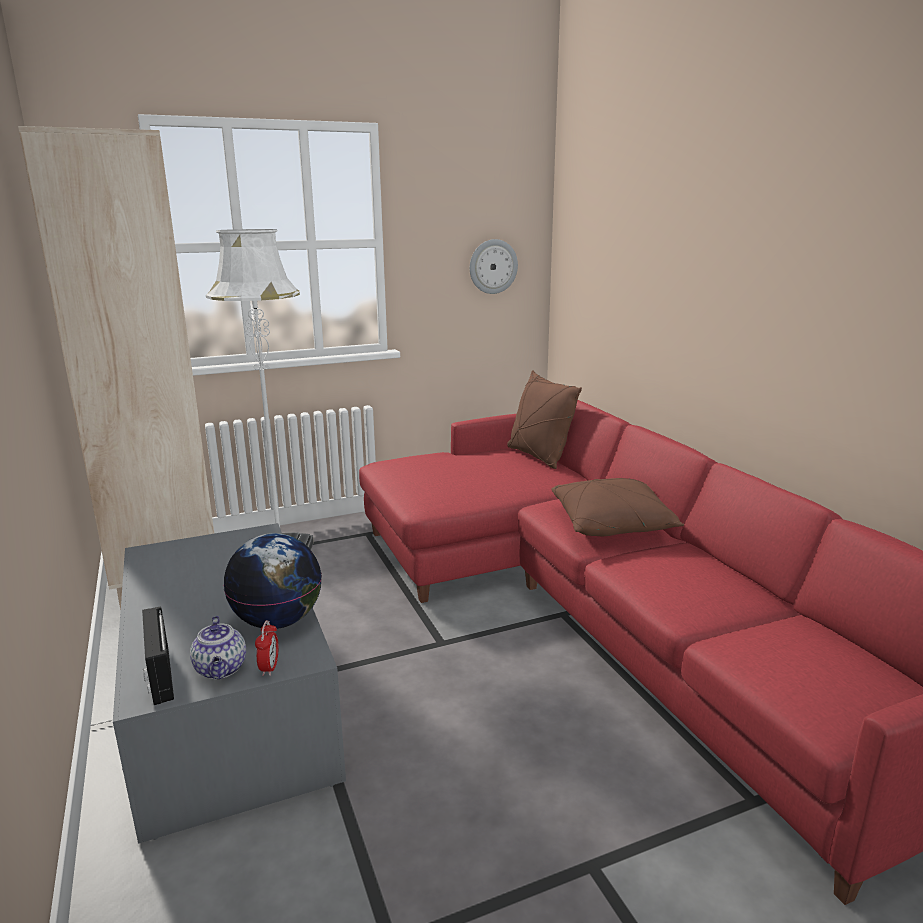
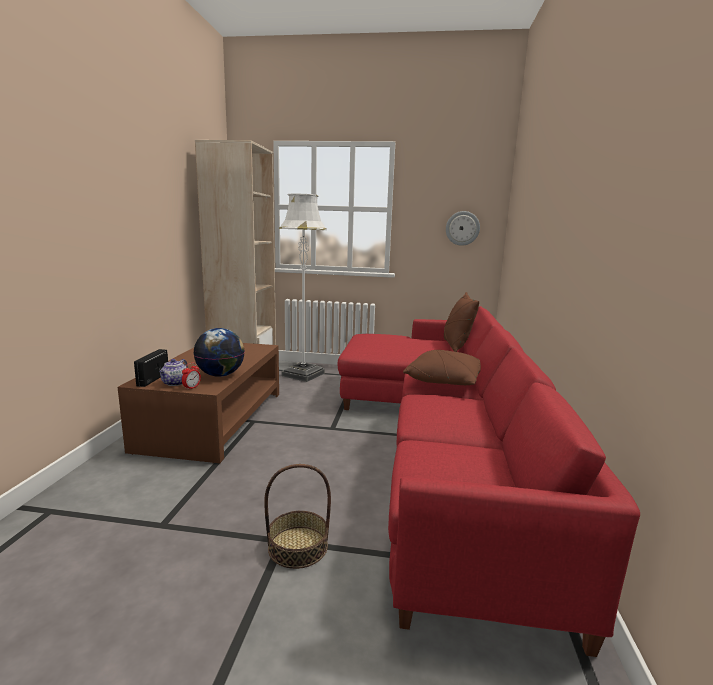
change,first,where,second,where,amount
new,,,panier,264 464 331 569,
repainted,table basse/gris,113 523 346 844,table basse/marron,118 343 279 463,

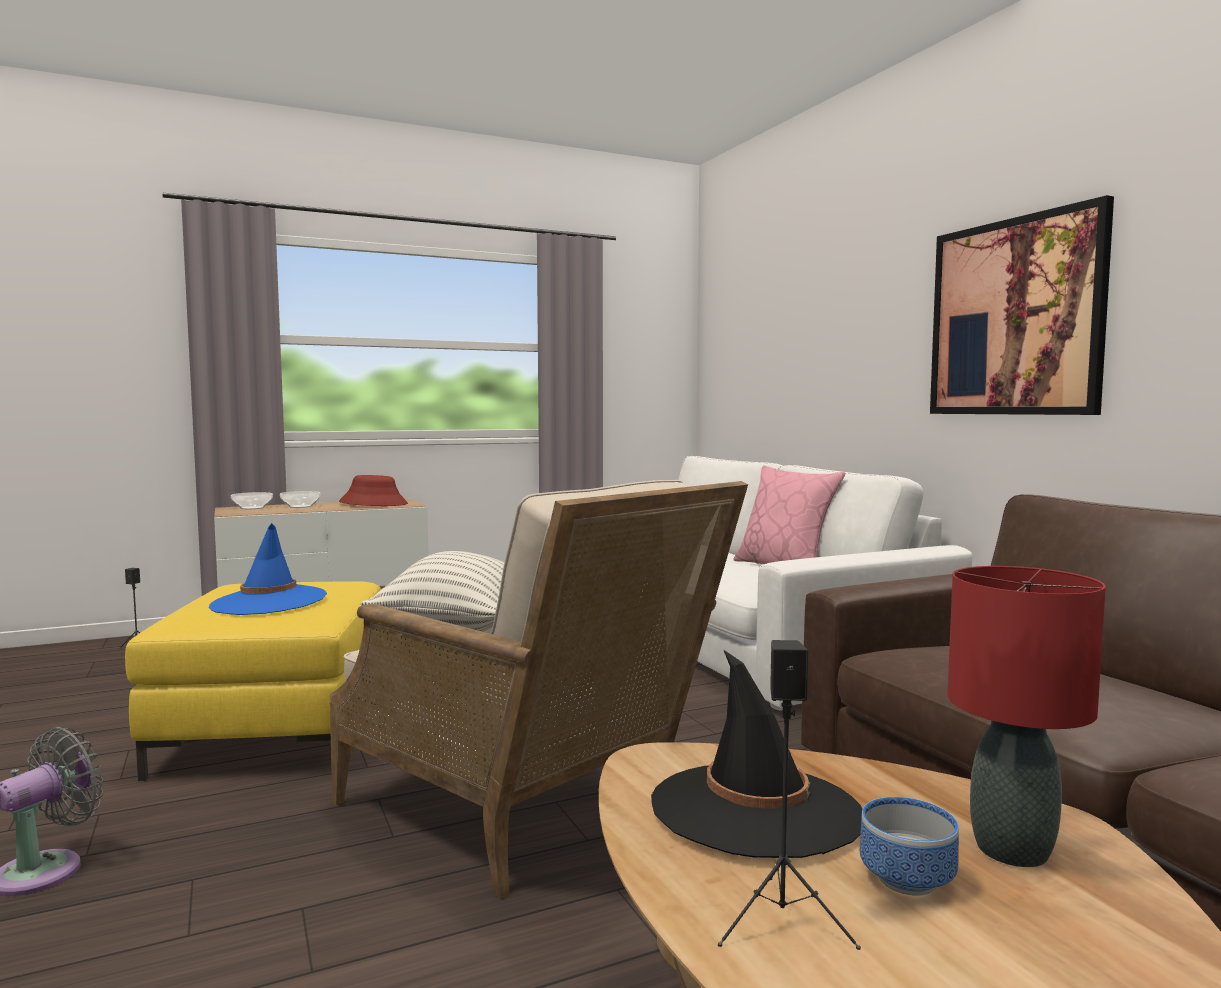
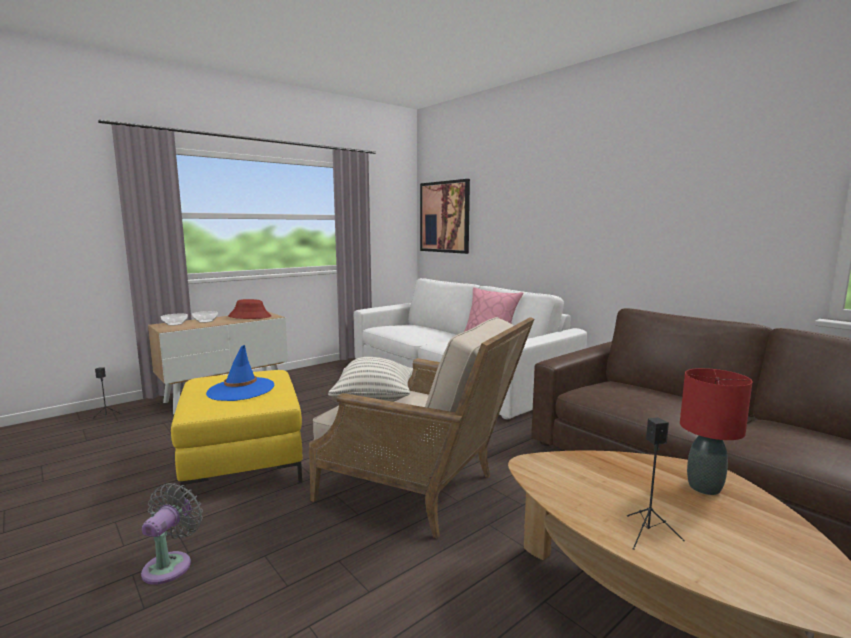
change,first,where,second,where,amount
gone,chapeau/noir,651 649 862 858,,,
gone,bol,860 797 959 896,,,
shifted,tableau,930 195 1114 415,,420 179 470 254,

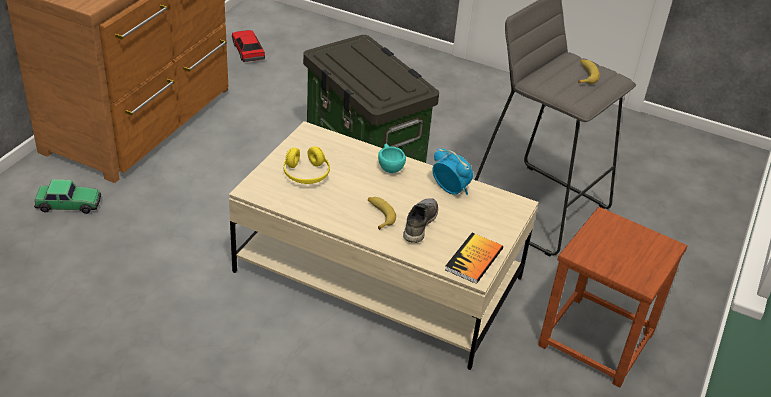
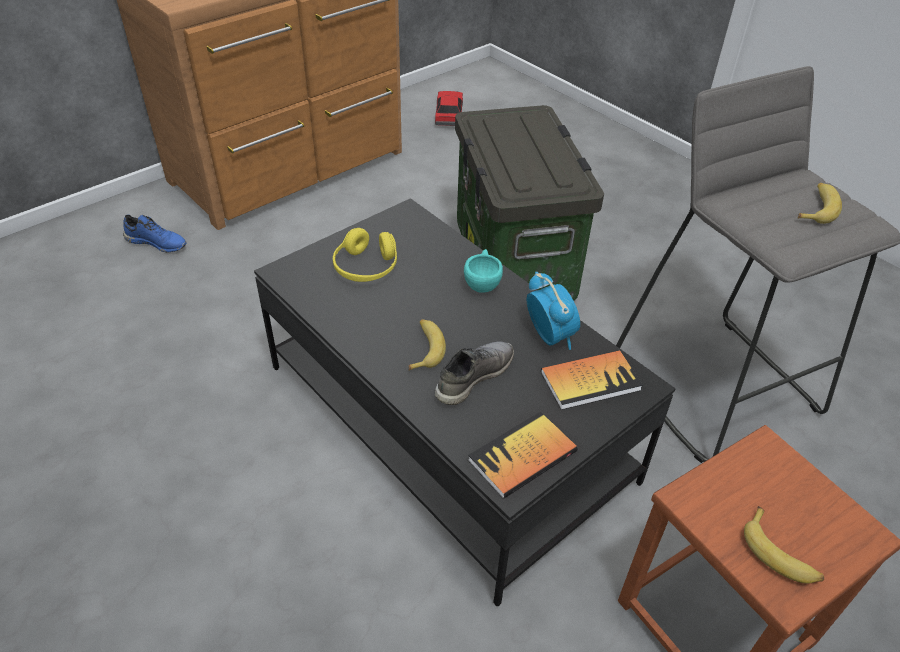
change,first,where,second,where,amount
new,,,livre,541 350 643 410,
new,,,banane,744 506 824 584,
swapped,petite voiture,34 179 101 214,chaussure/bleu,123 214 187 252,
repainted,table basse/beige,229 121 539 370,table basse/noir,254 198 676 607,

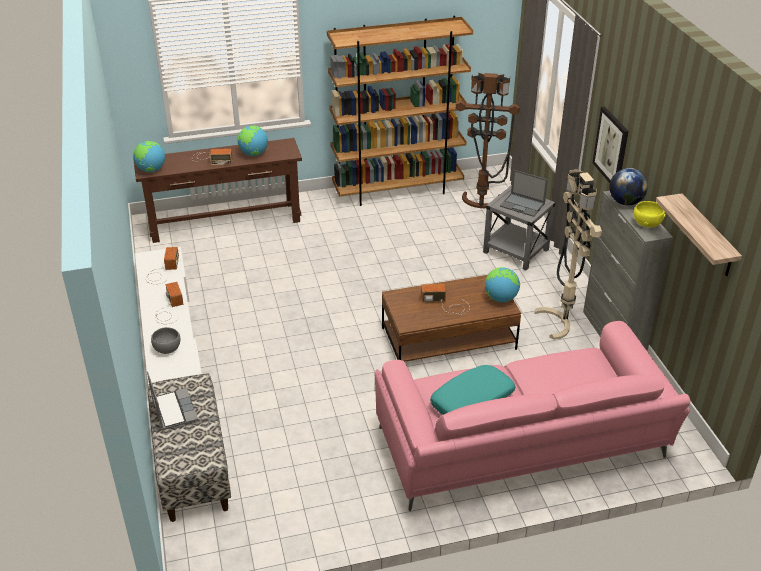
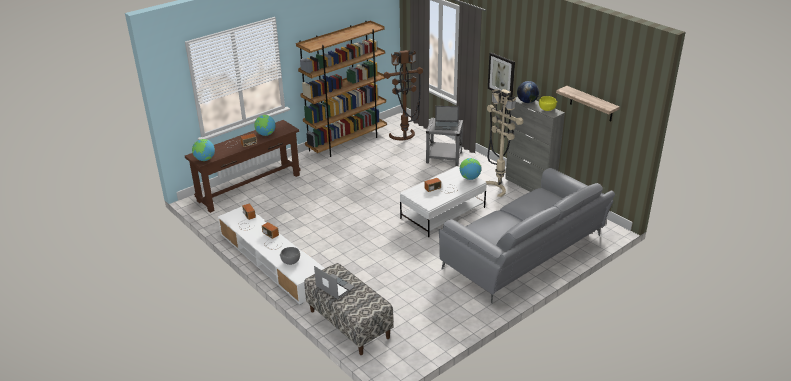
change,first,where,second,where,amount
gone,coussin/turquoise,430 365 515 415,,,
repainted,canapé/rose,375 321 690 511,canapé/gris,439 168 615 303,
repainted,table basse/marron,382 275 521 362,table basse/blanc,400 166 487 237,

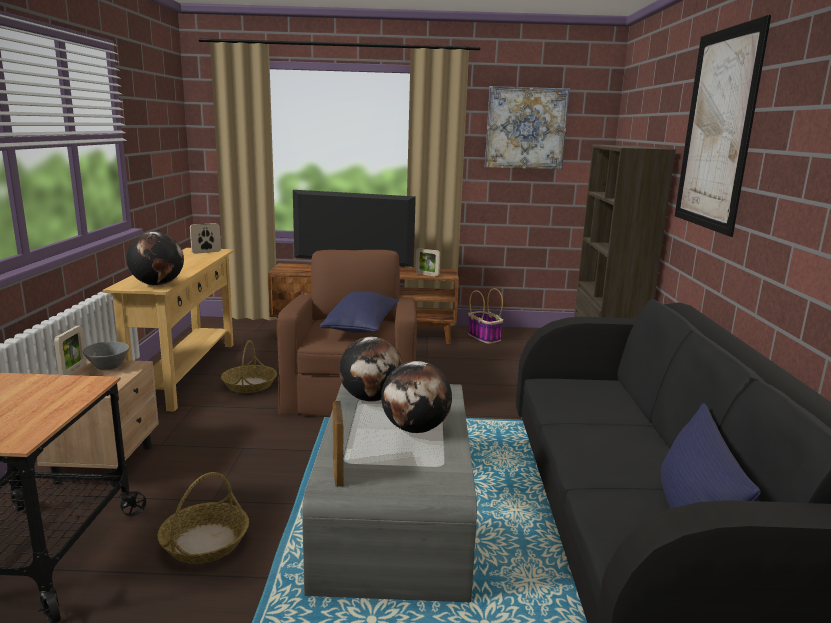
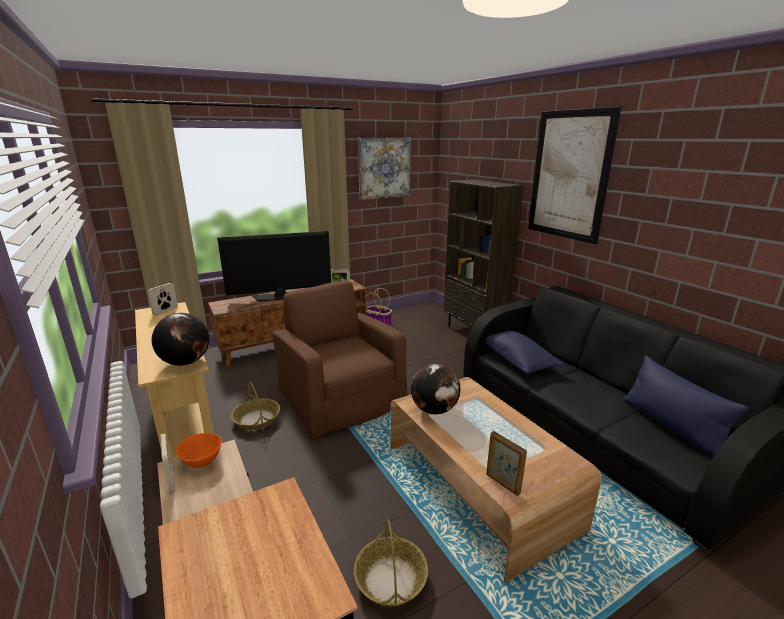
change,first,where,second,where,amount
gone,globe,381 361 452 433,,,
shifted,coussin/bleu,320 291 399 333,,485 331 564 374,
repainted,bol/gris,83 341 130 370,bol/orange,176 433 222 468,
repainted,table basse/gris,302 383 477 602,table basse/marron,391 377 602 583,

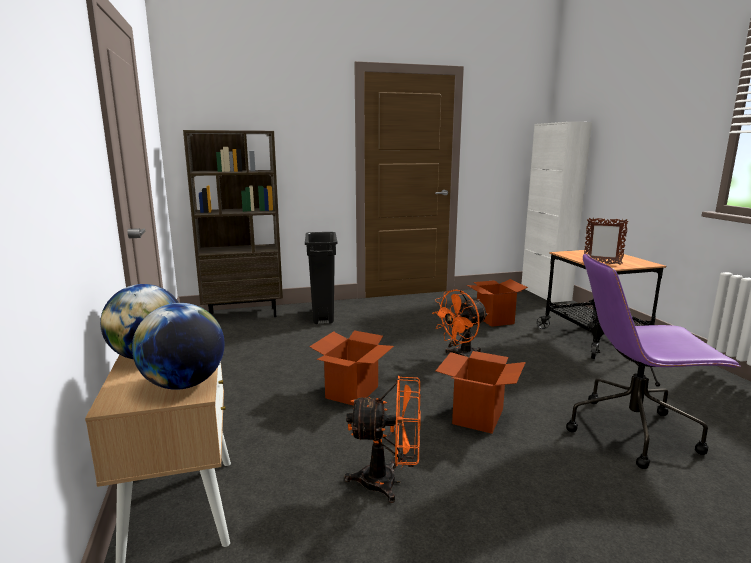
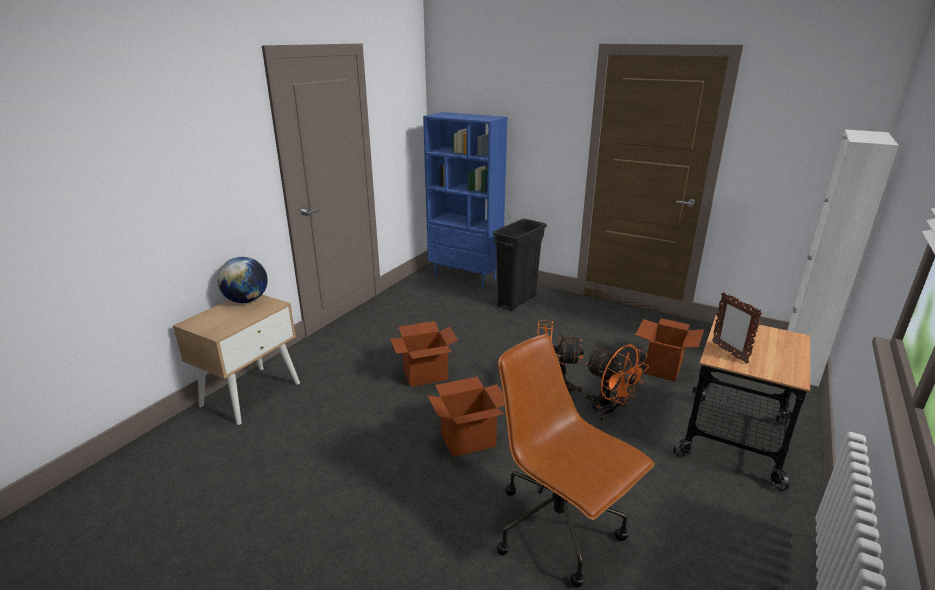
change,first,where,second,where,amount
gone,globe,132 303 225 390,,,
shifted,ventilateur/orange,344 375 421 503,,585 344 649 421,
repainted,bibliothèque/marron,183 130 283 317,bibliothèque/bleu,423 112 507 289,
repainted,chaise de bureau/violet,566 253 741 469,chaise de bureau/marron,497 334 655 588,

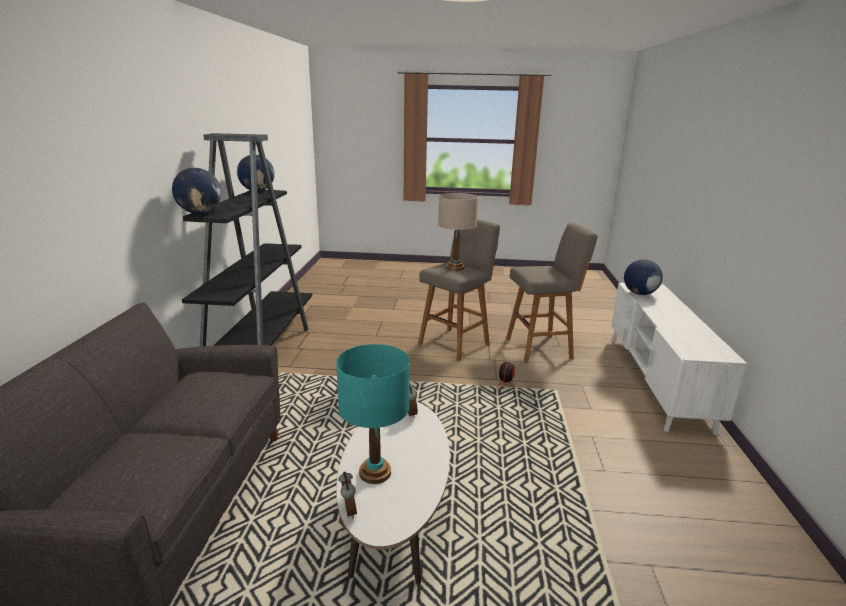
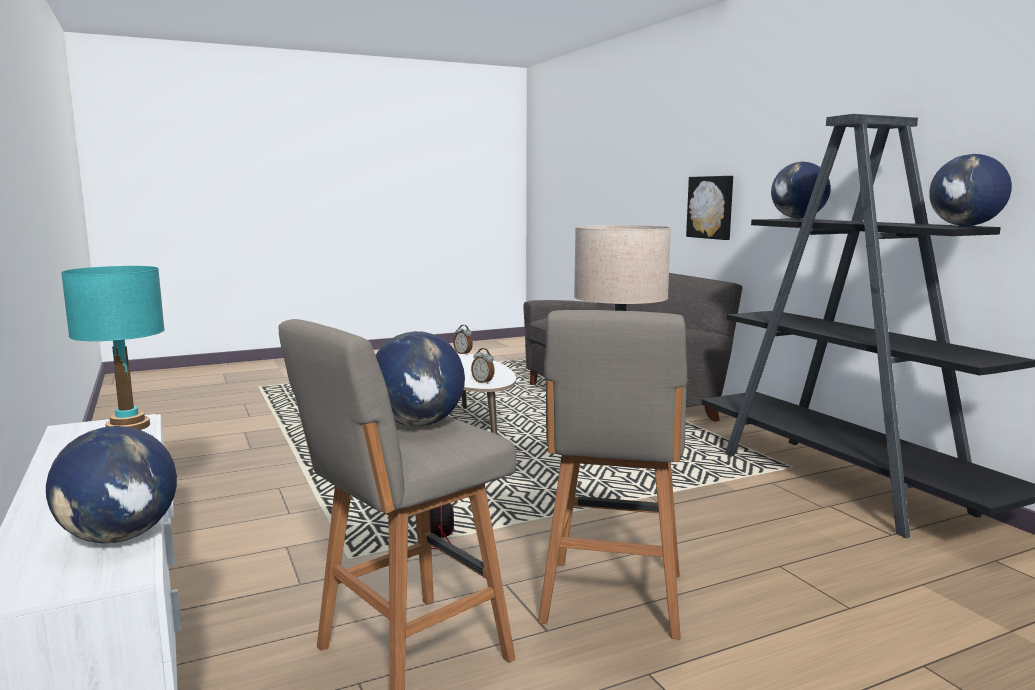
change,first,where,second,where,amount
new,,,globe,376 331 465 426,
new,,,tableau,686 176 733 240,
shifted,lampe de table/turquoise,336 344 410 484,,61 266 165 430,

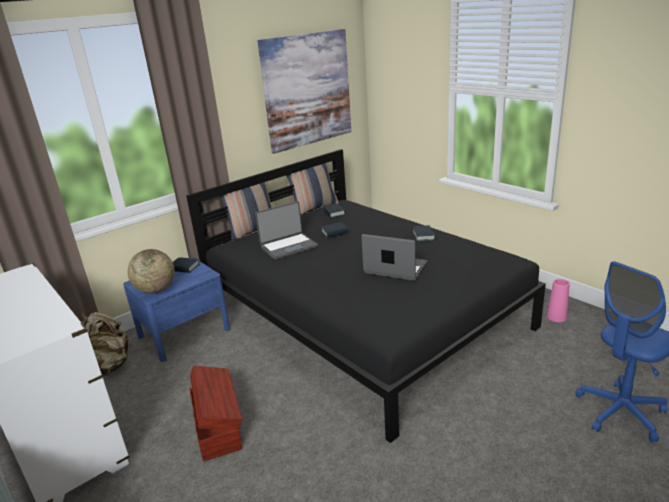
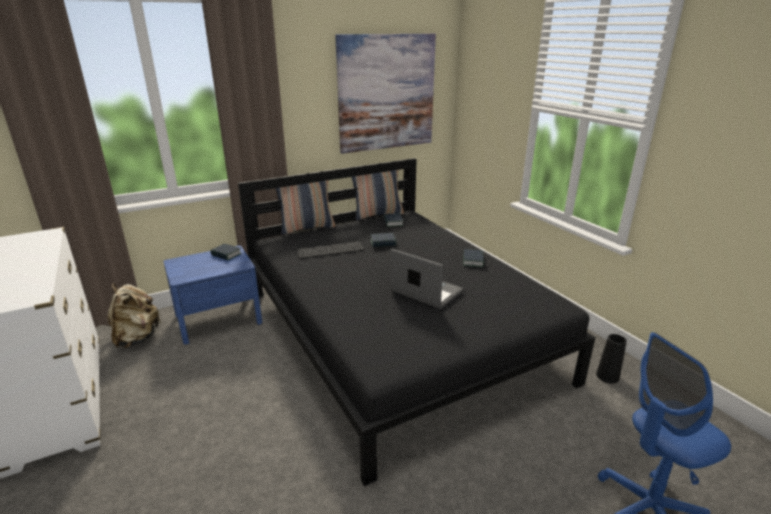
change,first,where,second,where,amount
gone,globe,128 249 174 294,,,
gone,boîte de rangement/marron,190 366 242 461,,,
swapped,ordinateur portable,255 201 318 260,clavier,297 242 364 259,
repainted,vase/rose,547 279 569 322,vase/noir,596 334 627 384,

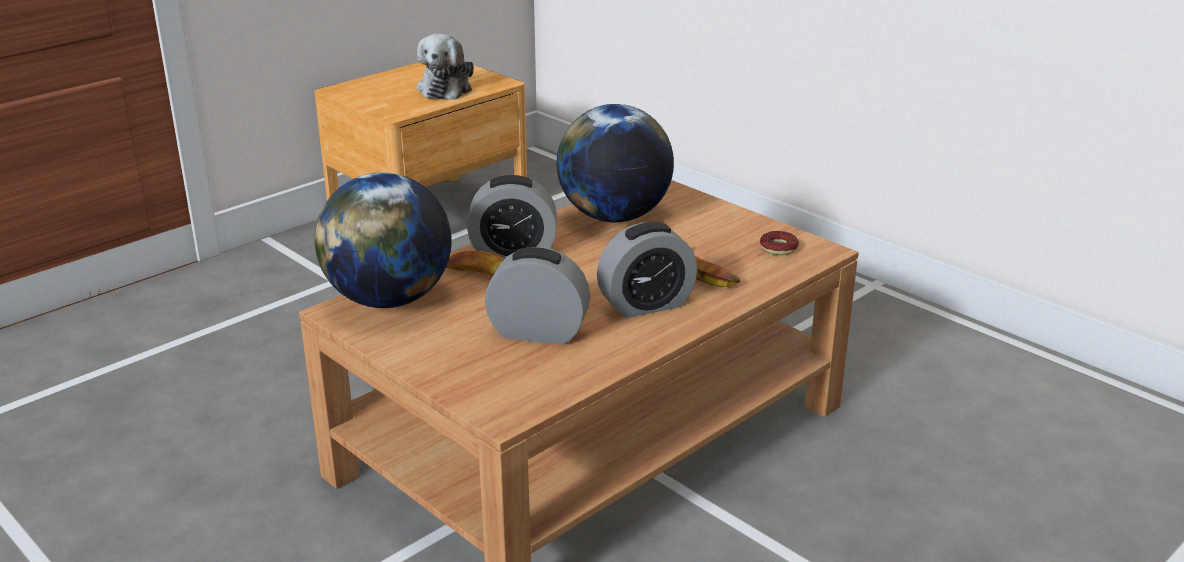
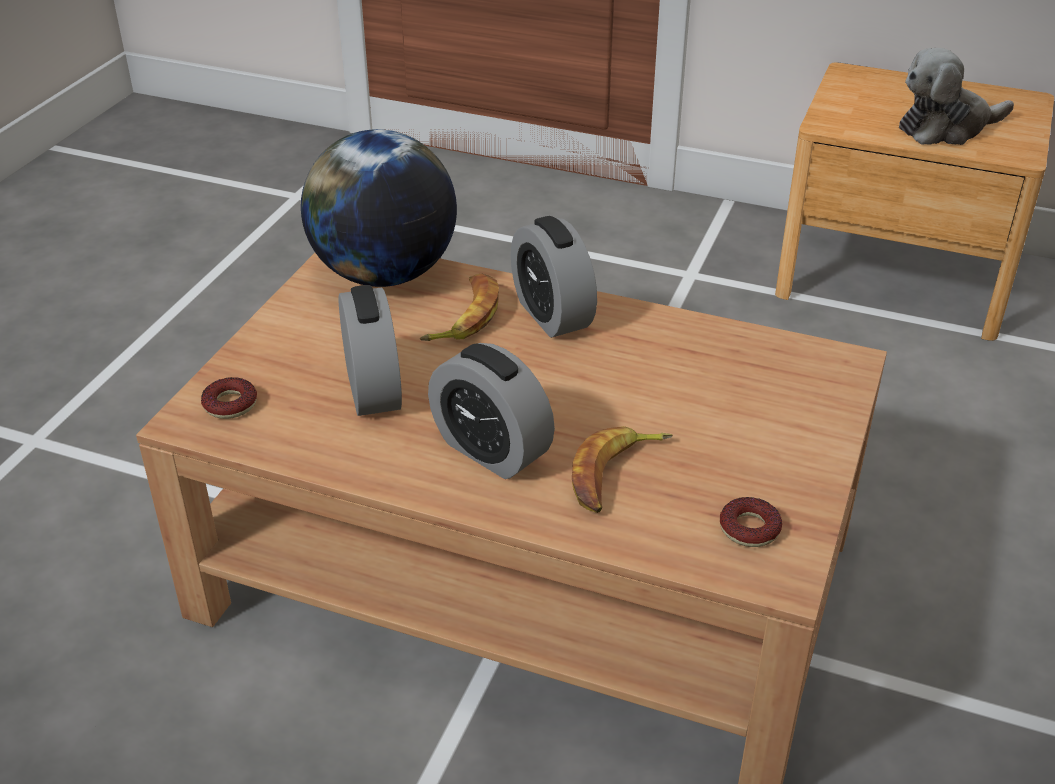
change,first,where,second,where,amount
gone,globe,557 104 674 222,,,
new,,,beignet,201 377 257 419,

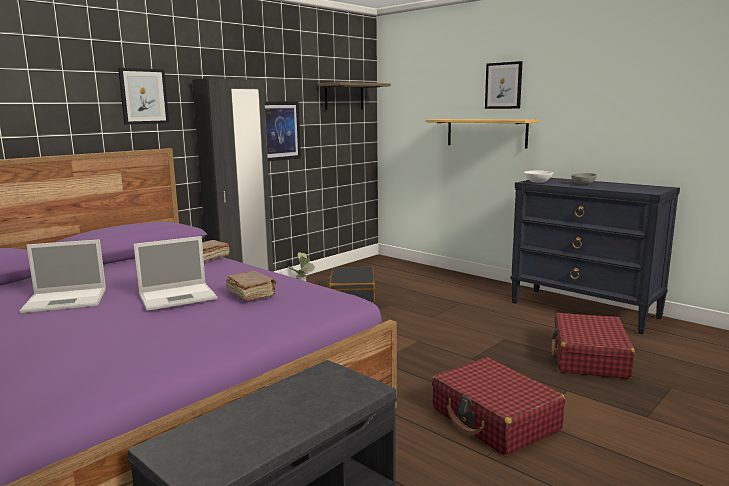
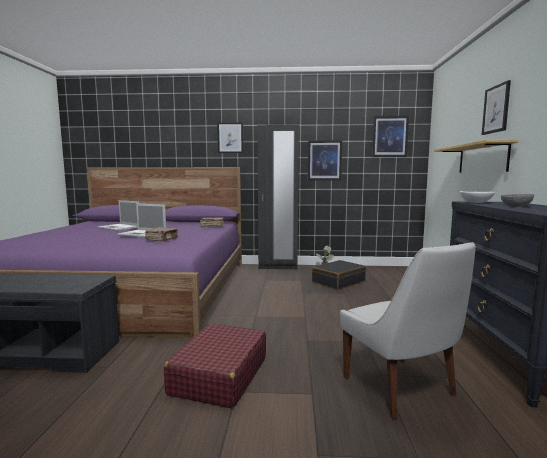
change,first,where,second,where,amount
swapped,étagère,318 82 391 110,tableau,372 116 409 157,
swapped,valise/rouge,552 313 635 379,chaise/blanc,340 242 476 419,

